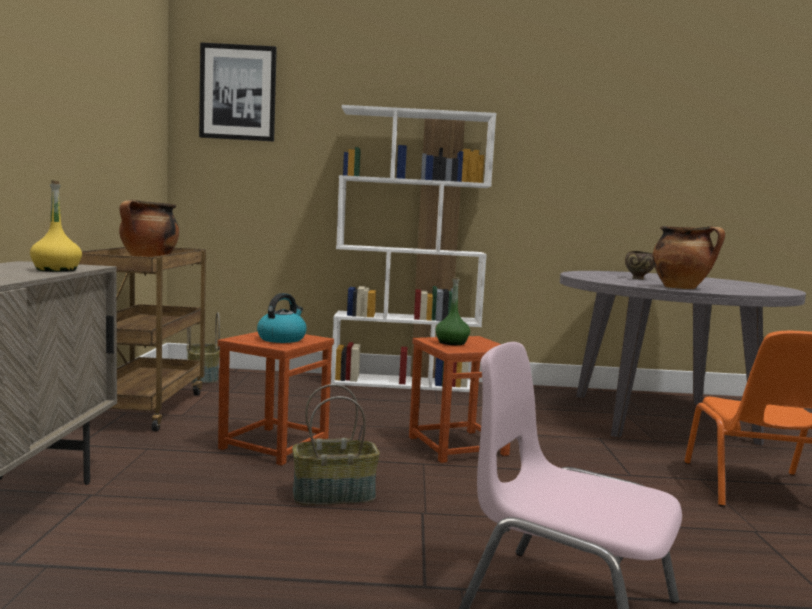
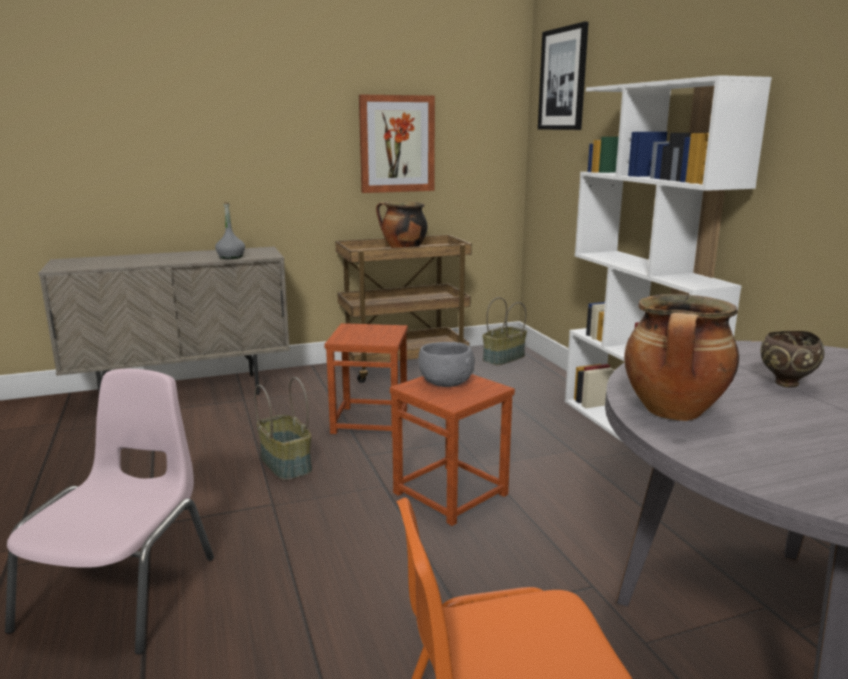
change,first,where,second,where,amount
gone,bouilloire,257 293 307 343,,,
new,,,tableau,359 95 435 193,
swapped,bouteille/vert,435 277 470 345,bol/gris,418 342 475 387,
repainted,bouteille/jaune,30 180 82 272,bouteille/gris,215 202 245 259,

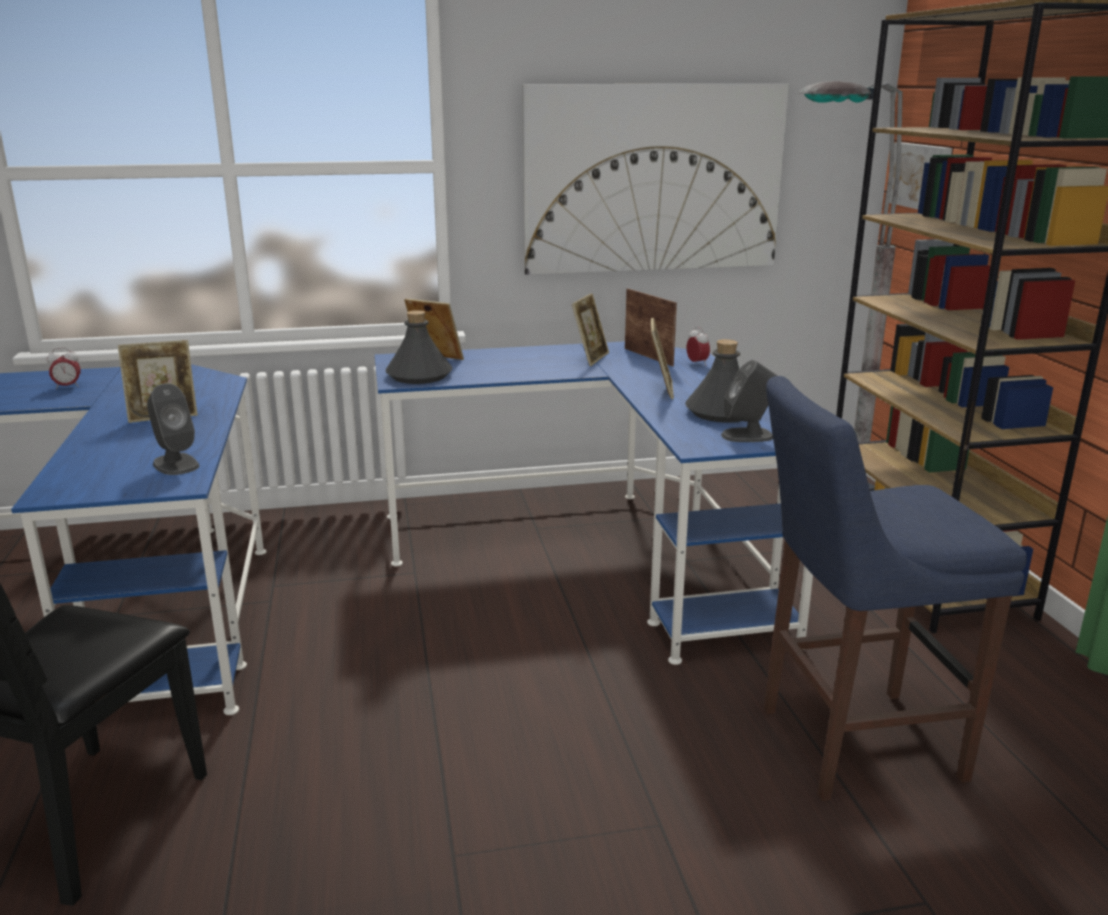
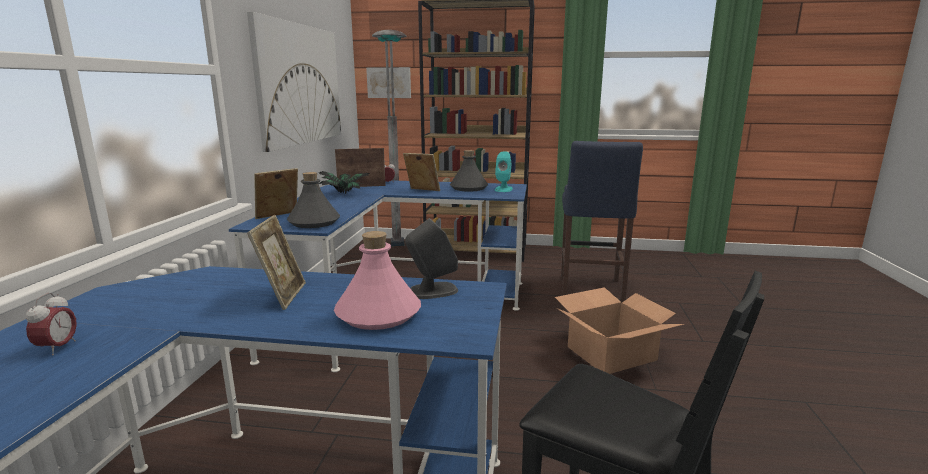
change,first,where,second,where,amount
new,,,bouteille/rose,334 231 421 330,
new,,,carton,555 287 684 374,
swapped,cadre photo,572 293 609 366,plante en pot,318 171 370 195,
repainted,enceinte/gris,721 360 777 442,enceinte/turquoise,495 151 513 192,

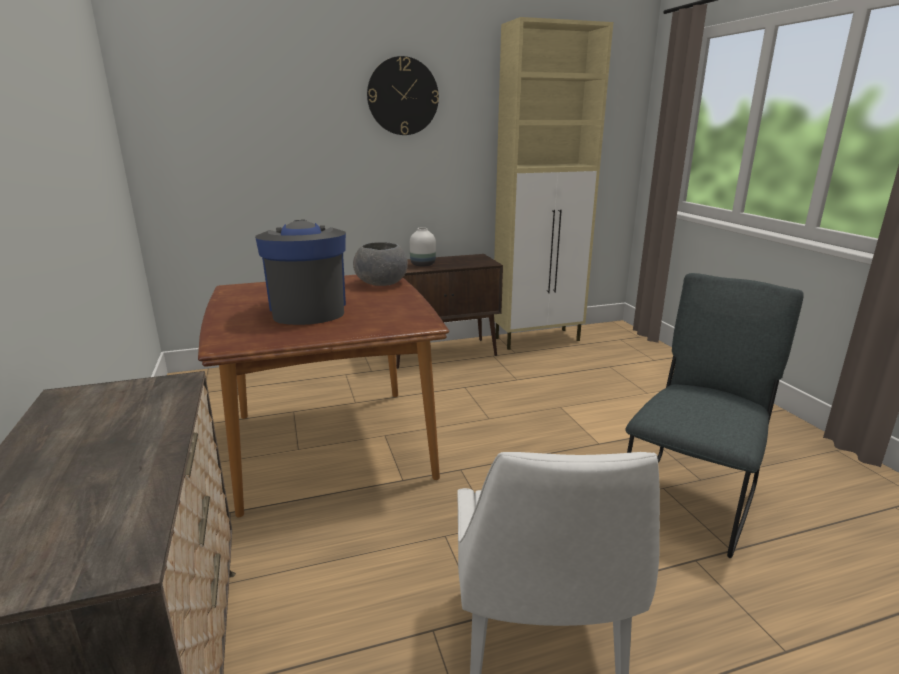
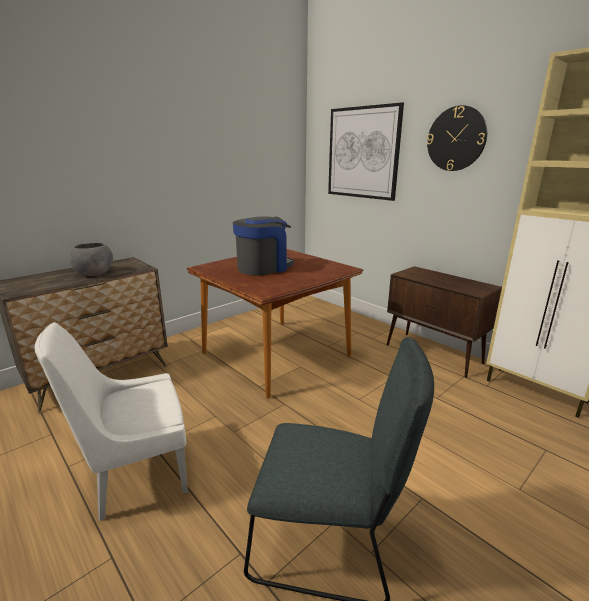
change,first,where,second,where,amount
gone,vase/blanc,410 227 436 266,,,
new,,,tableau,328 102 404 201,
shifted,bol/gris,353 242 408 286,,70 243 113 276,

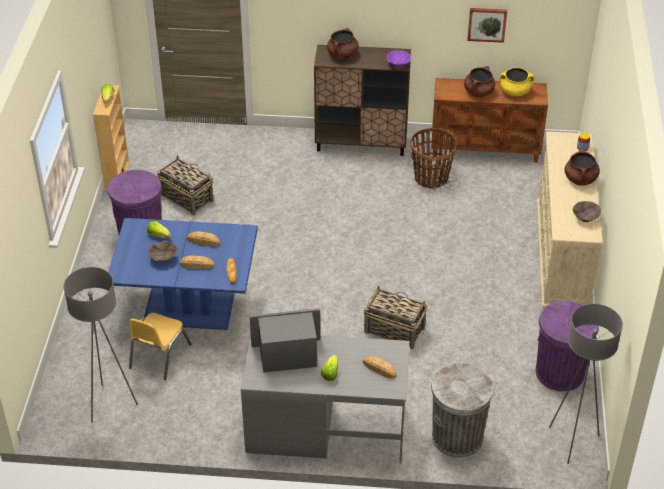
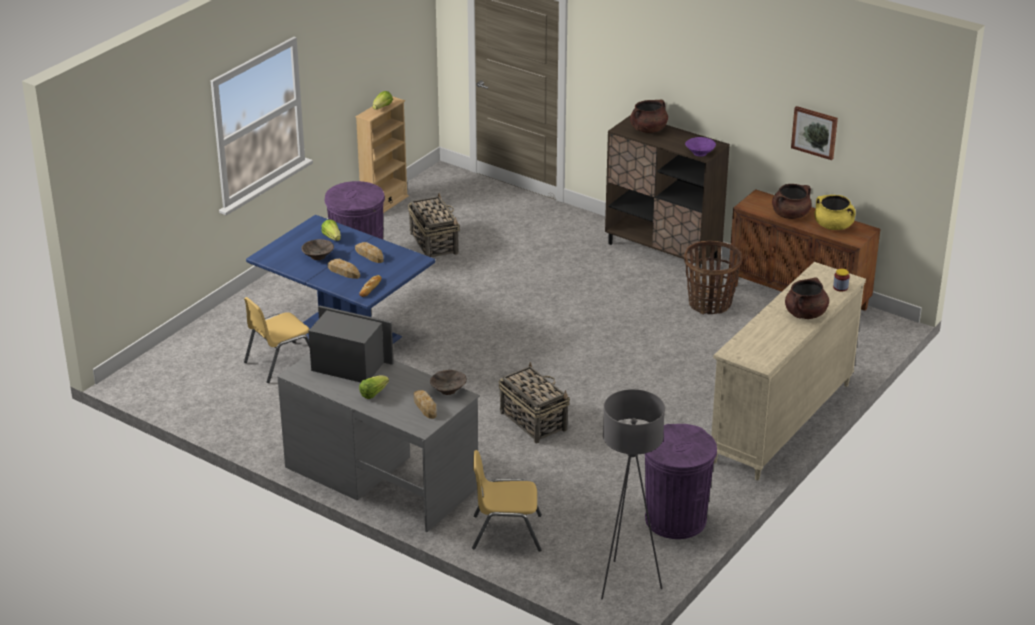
change,first,where,second,where,amount
gone,lampadaire/gris,64 267 138 423,,,
shifted,bol/marron,573 201 601 222,,430 370 467 395,
swapped,poubelle/gris,431 363 494 458,chaise/jaune,472 450 542 551,

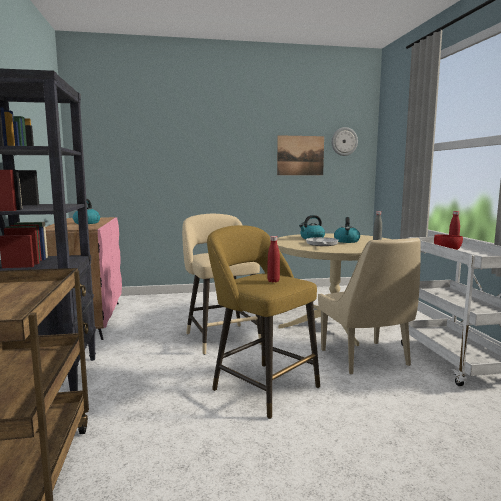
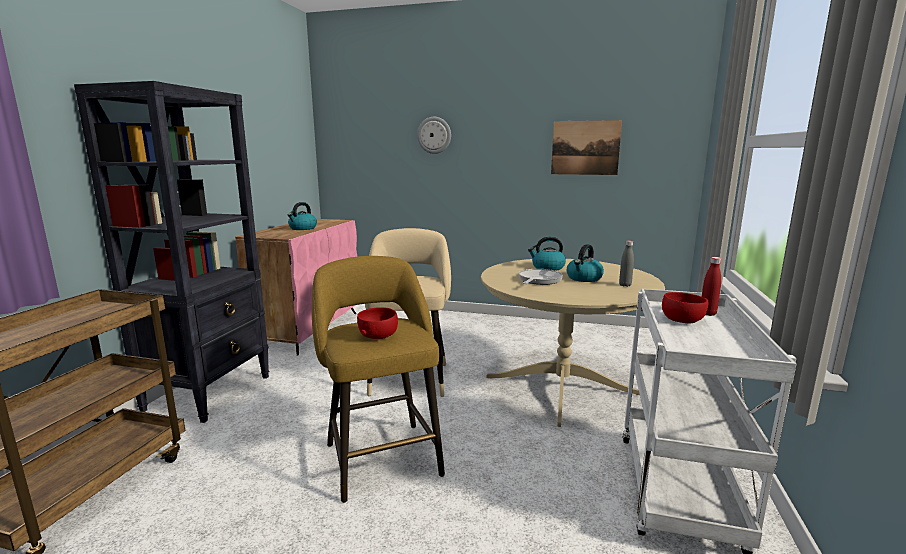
change,first,where,second,where,amount
gone,chaise/beige,318 238 421 374,,,
shifted,horloge murale,331 127 358 156,,417 117 451 154,
swapped,bouteille/rouge,267 236 280 282,bol/rouge,357 307 398 339,

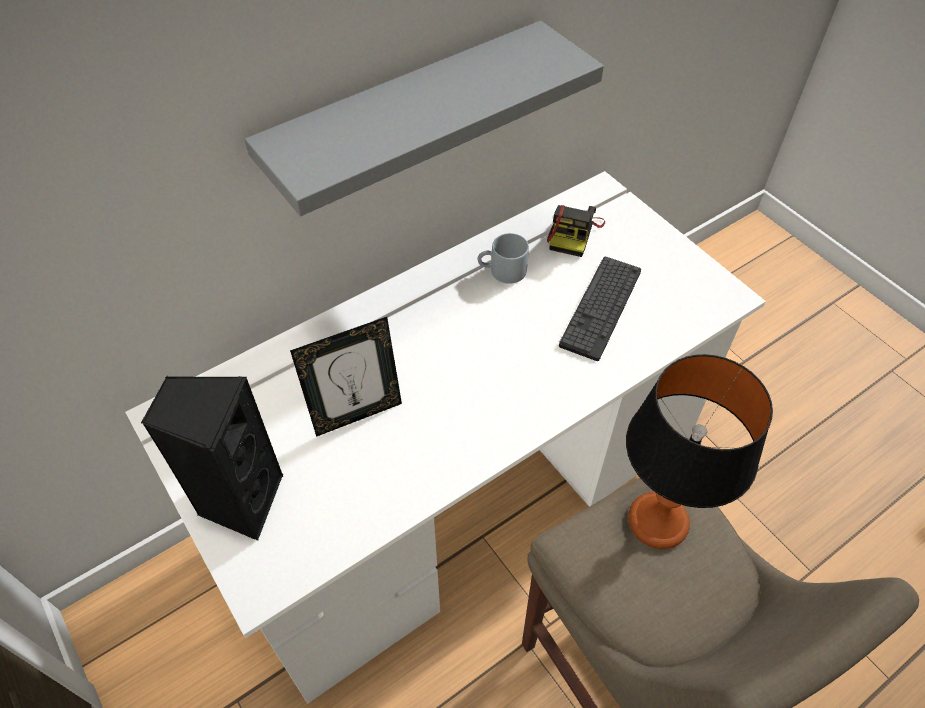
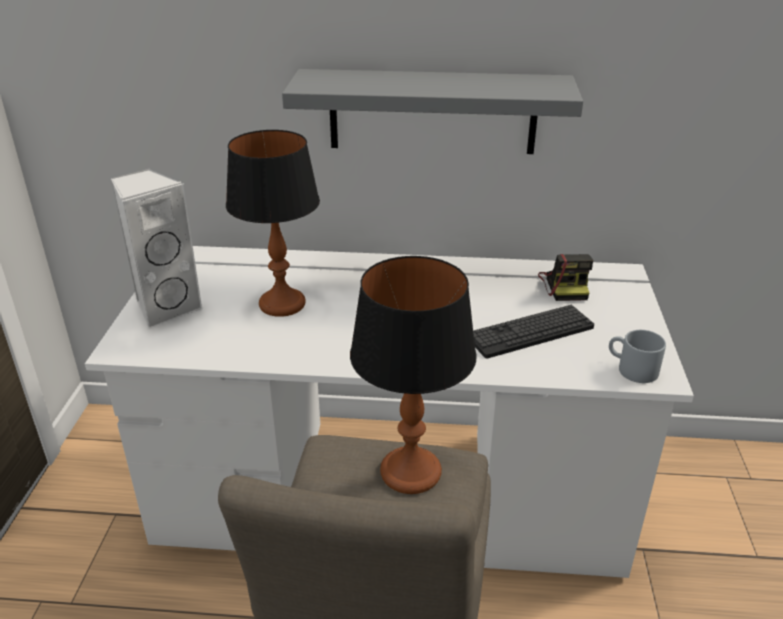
change,first,where,second,where,amount
shifted,mug/gris,478 233 529 284,,609 330 666 383,
swapped,cadre photo,290 317 402 437,lampe de table,226 130 320 317,
repainted,enceinte/noir,141 376 283 541,enceinte/blanc,111 168 204 328,
rotated,appareil photo,547 205 605 257,,538 254 593 301,60 degrees counterclockwise

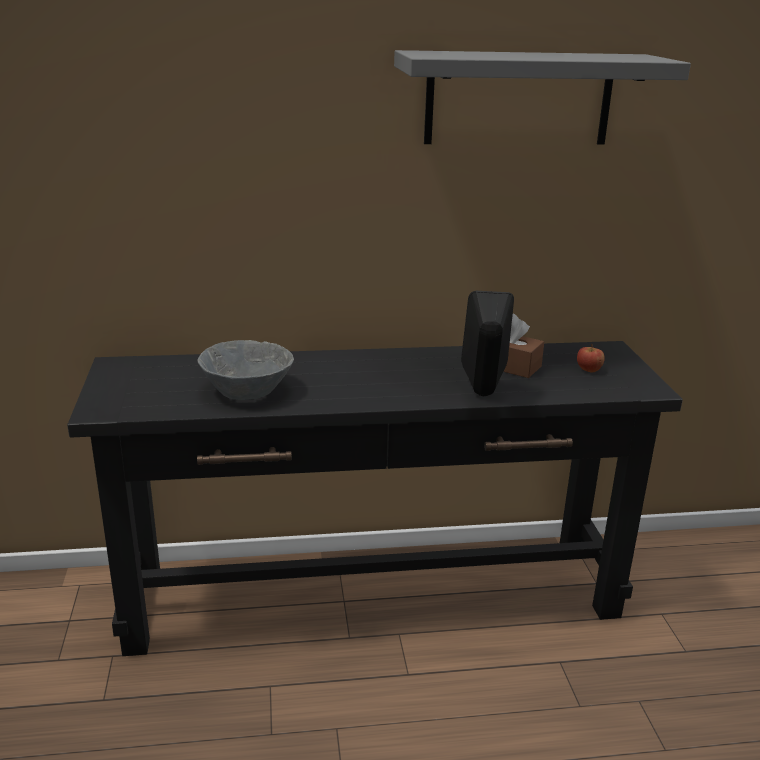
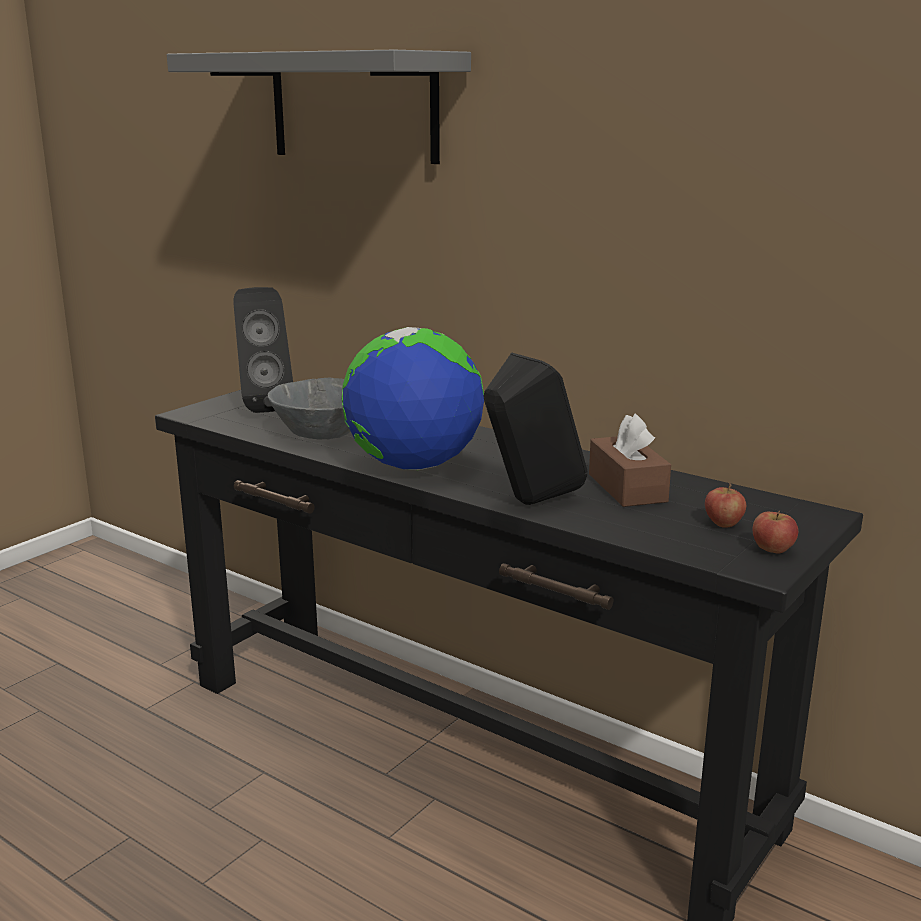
change,first,where,second,where,amount
new,,,enceinte/noir,233 287 293 413,
new,,,globe,342 327 484 470,
new,,,pomme,752 511 798 554,
shifted,étagère/gris,394 50 691 144,,167 50 471 164,

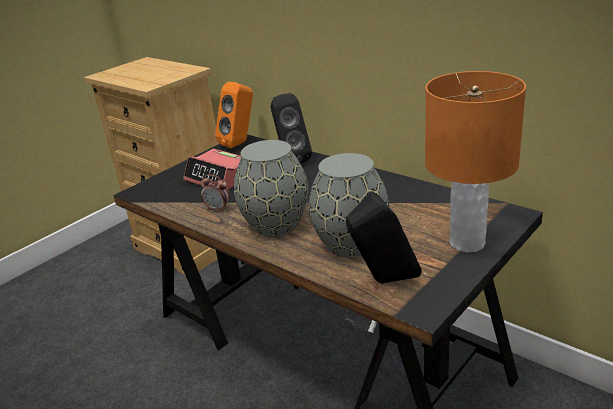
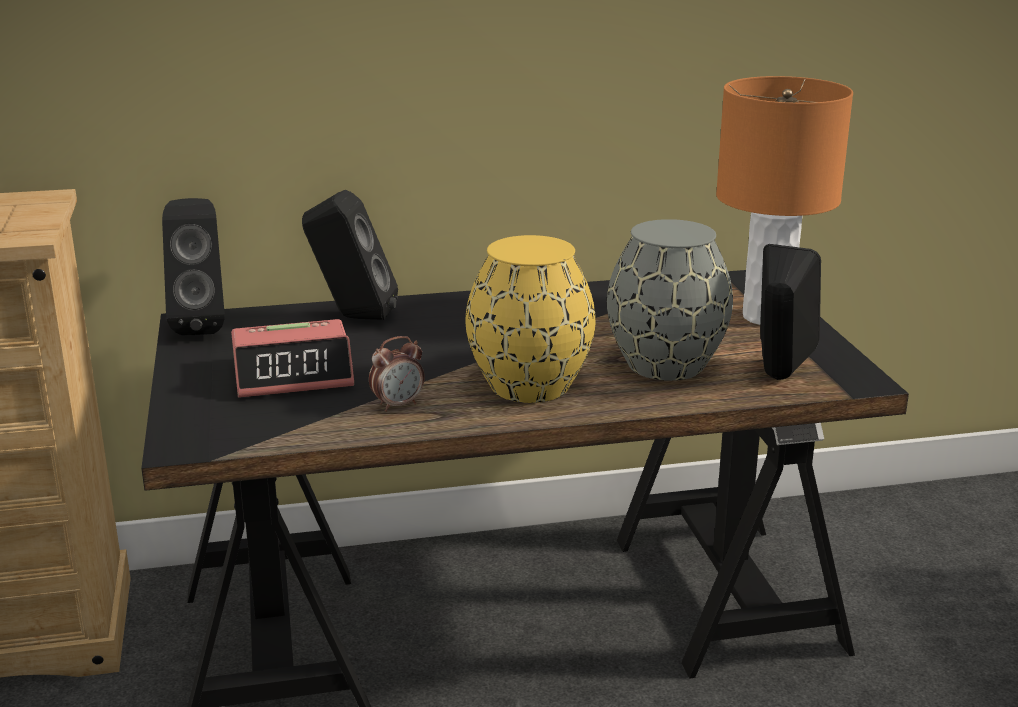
change,first,where,second,where,amount
repainted,enceinte/orange,215 82 253 149,enceinte/noir,162 198 225 336,
repainted,vase/gris,234 140 309 237,vase/jaune,465 235 596 403,

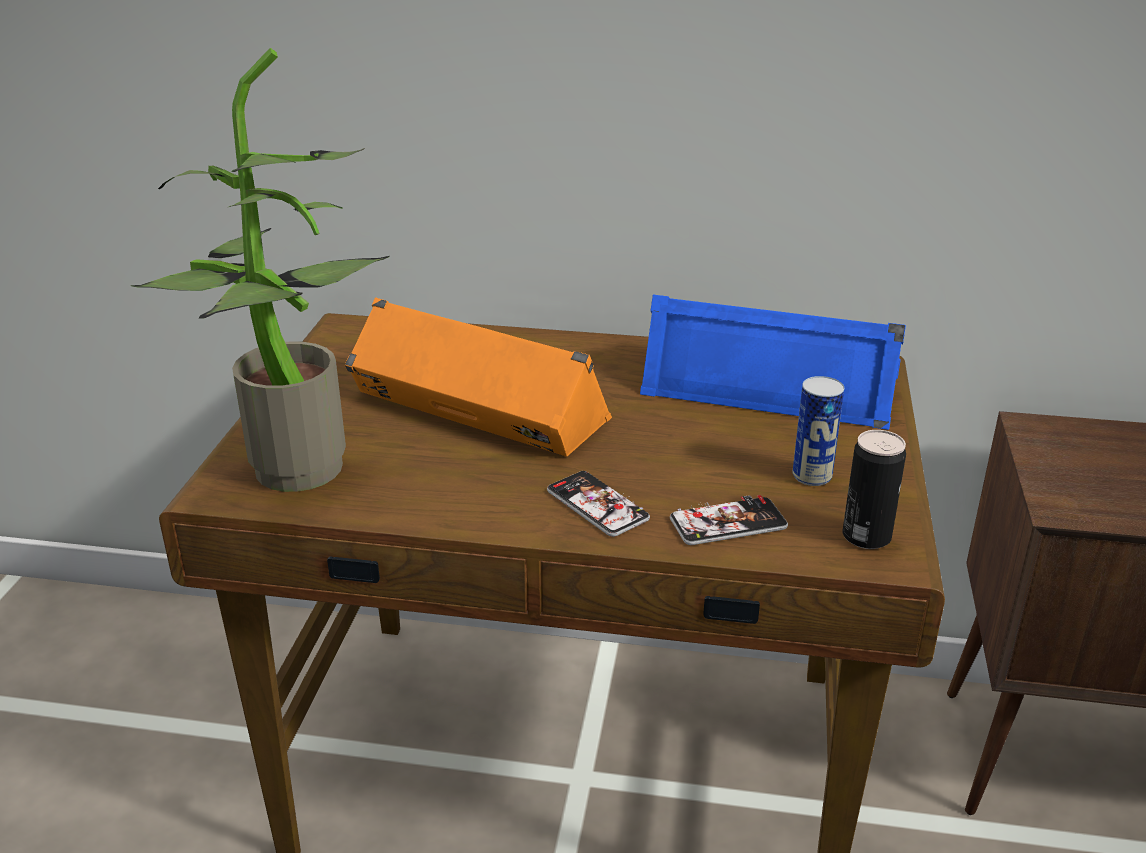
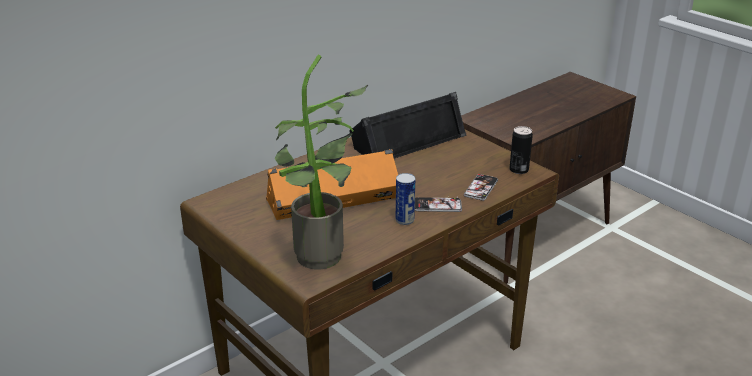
change,first,where,second,where,amount
shifted,boîte métallique,792 376 844 486,,396 173 416 225,
repainted,enceinte/bleu,640 295 906 430,enceinte/noir,349 92 467 158,

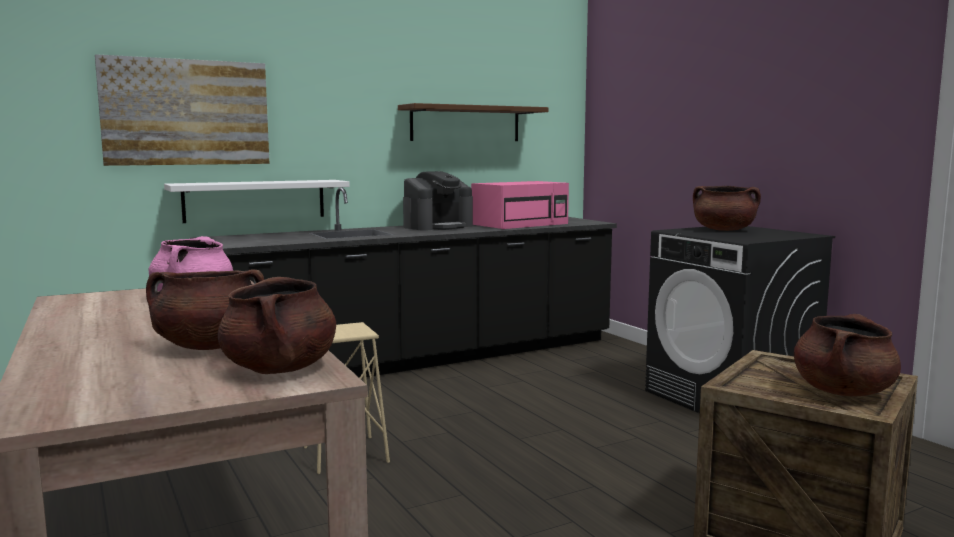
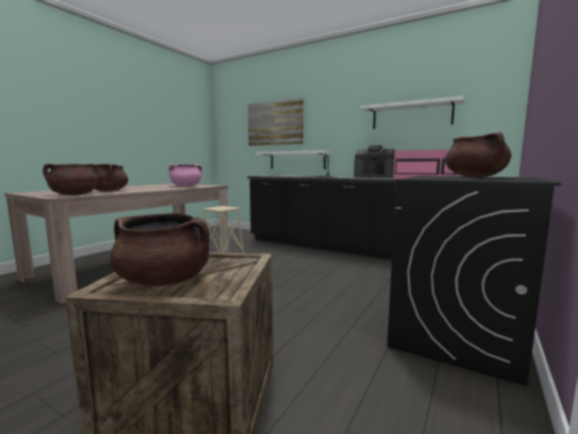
change,first,where,second,where,amount
repainted,étagère/marron,398 103 548 141,étagère/blanc,360 96 464 129,

